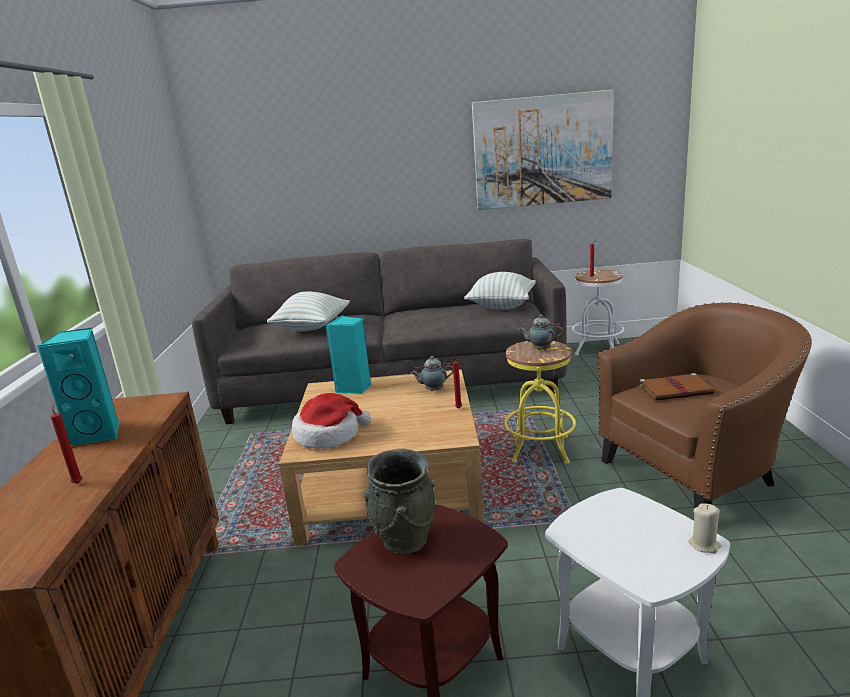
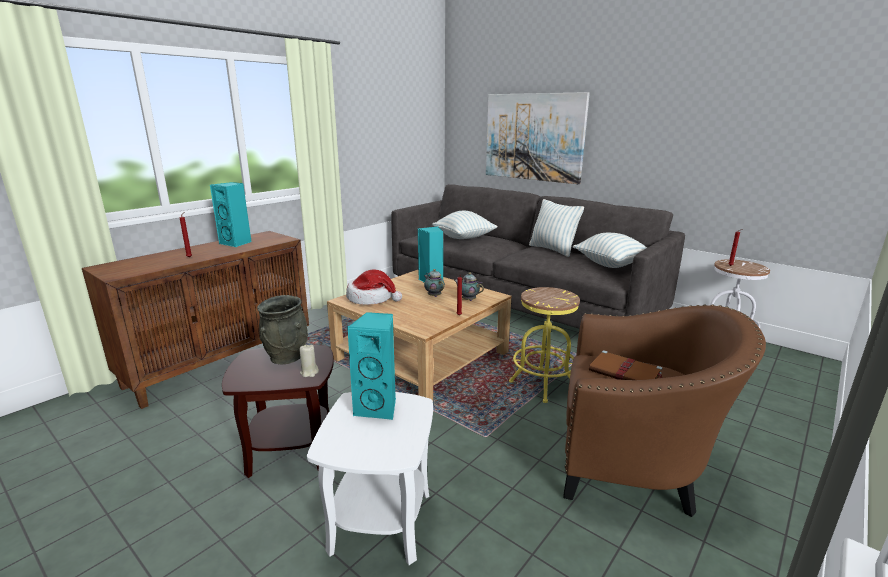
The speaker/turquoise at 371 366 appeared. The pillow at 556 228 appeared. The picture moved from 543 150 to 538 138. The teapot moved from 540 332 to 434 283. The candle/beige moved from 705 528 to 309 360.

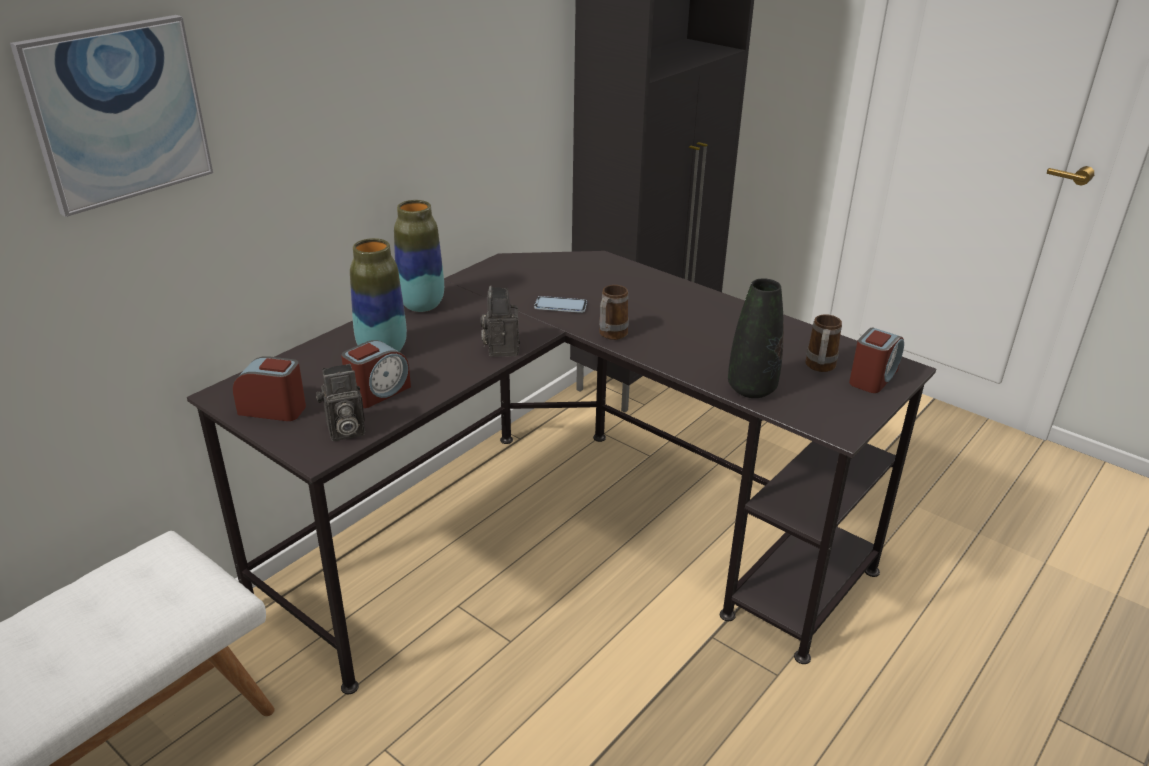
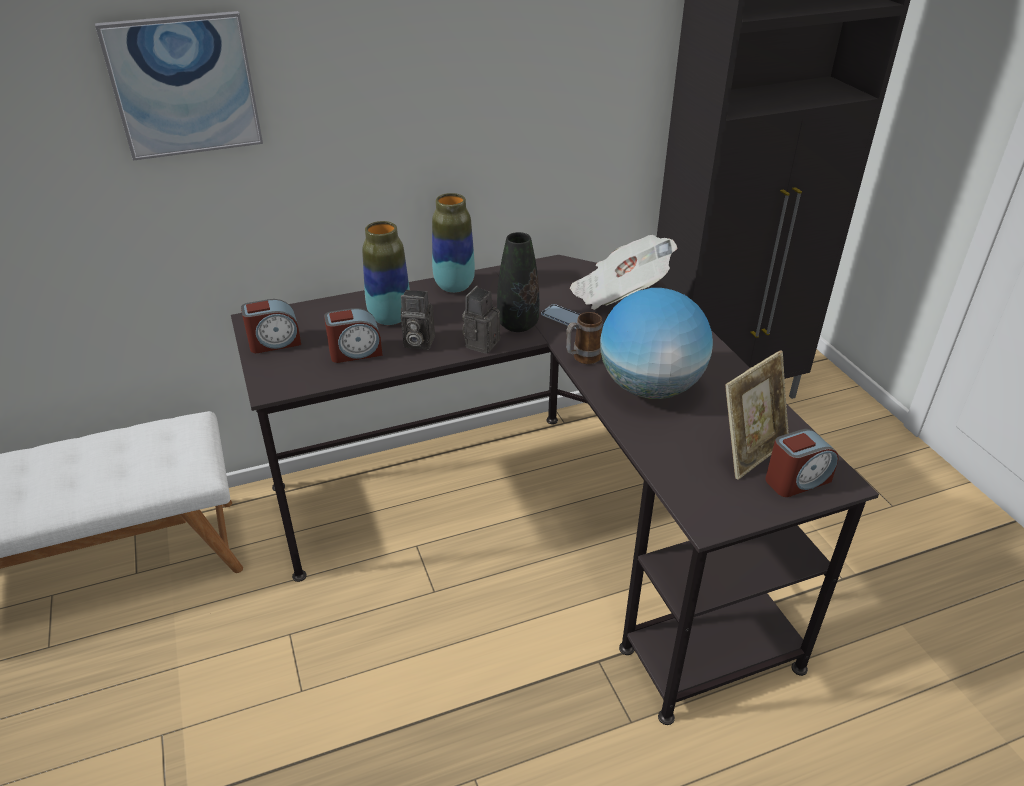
The newspaper at 623 272 appeared. The globe at 656 343 appeared. The photo camera moved from 340 402 to 418 320. The vase/black moved from 756 338 to 518 282. The mug at 823 343 was replaced by the picture frame at 757 415. The alarm clock at 269 388 turned 120 degrees clockwise.

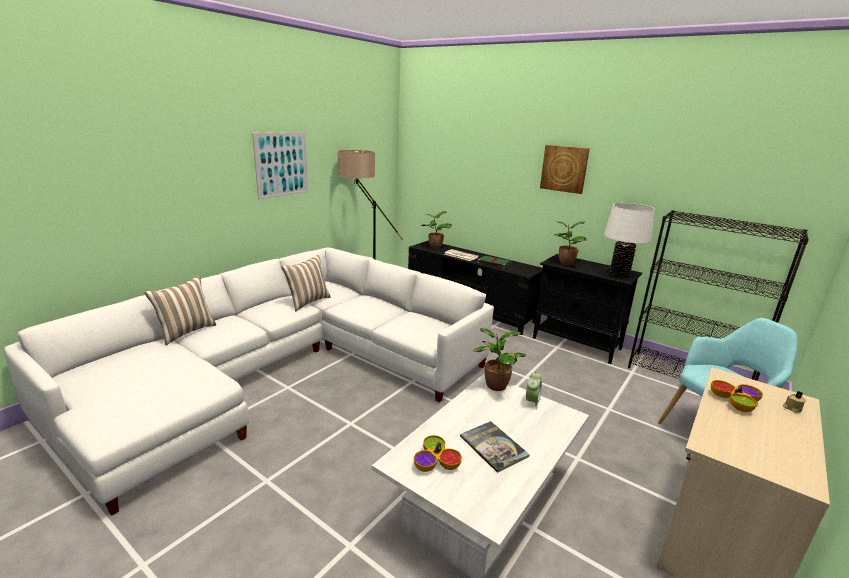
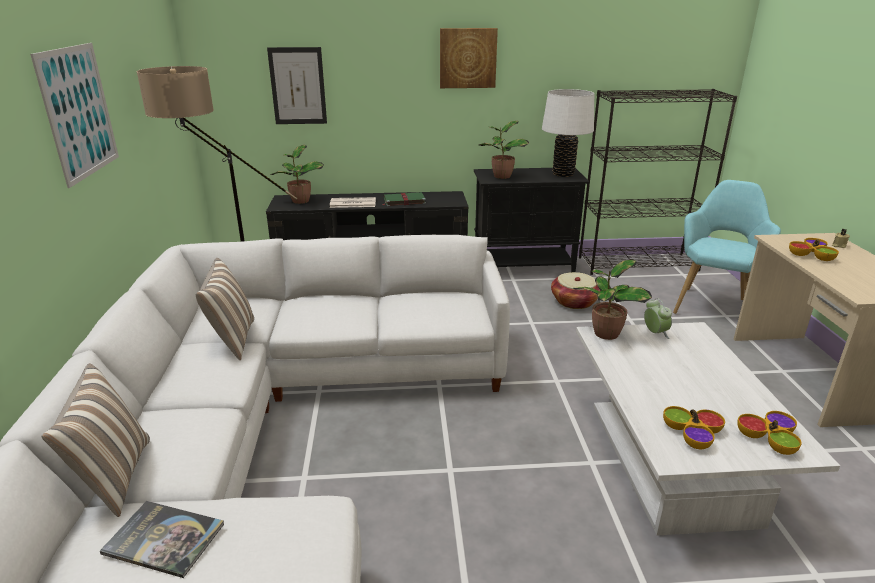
The picture at 297 85 appeared. The basket at 575 290 appeared. The bowl at 769 433 appeared. The book moved from 495 447 to 162 539.

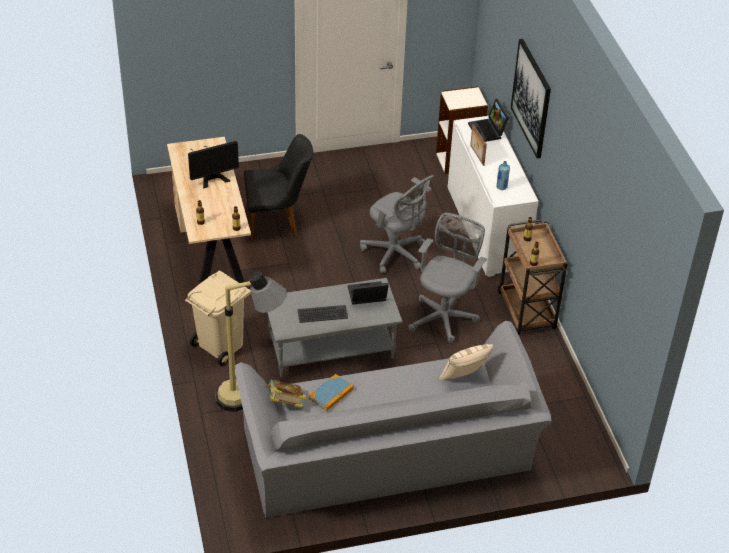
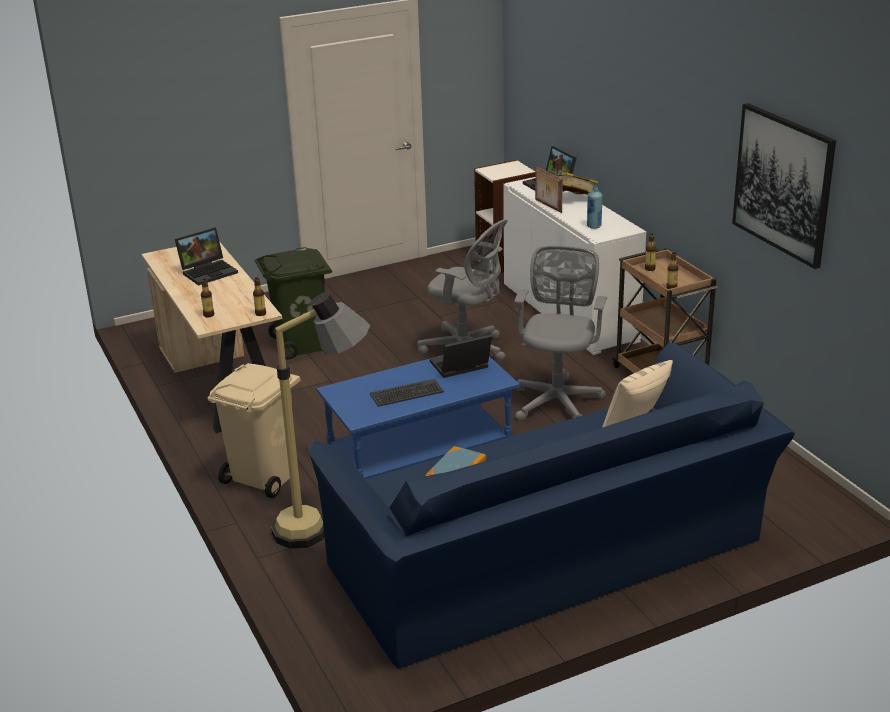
The book moved from 285 393 to 576 183. The picture moved from 531 99 to 784 186. The monitor at 213 164 was replaced by the laptop at 206 257. The chair/black at 278 188 was replaced by the trash can/green at 293 303. The sofa/grey at 393 419 became the sofa/blue at 551 506. The coffee table/grey at 335 327 became the coffee table/blue at 418 417.

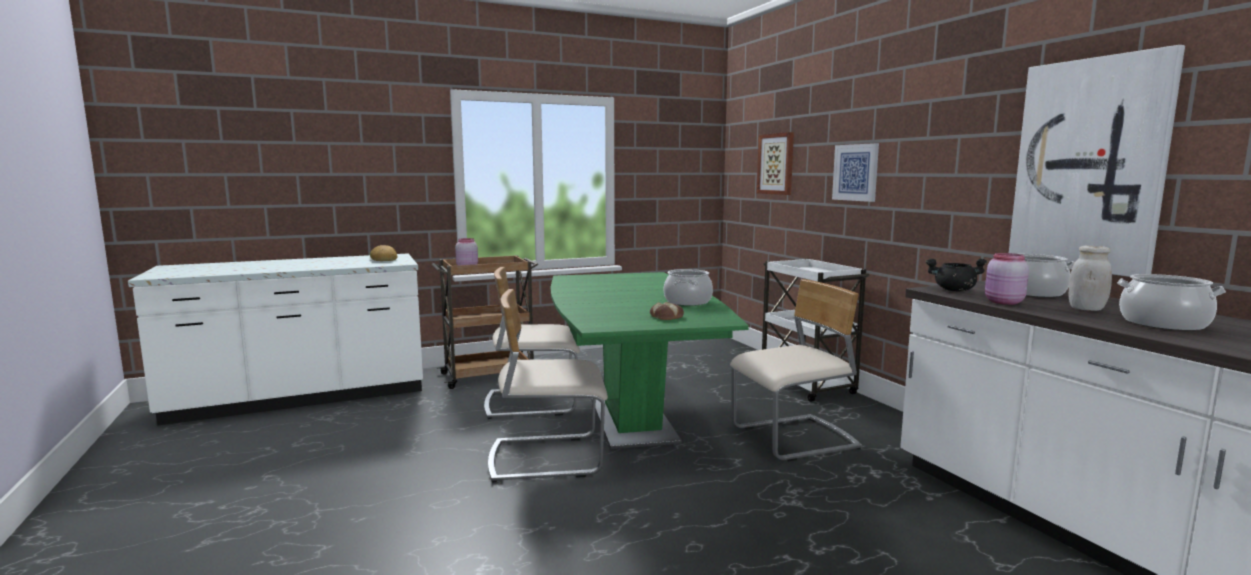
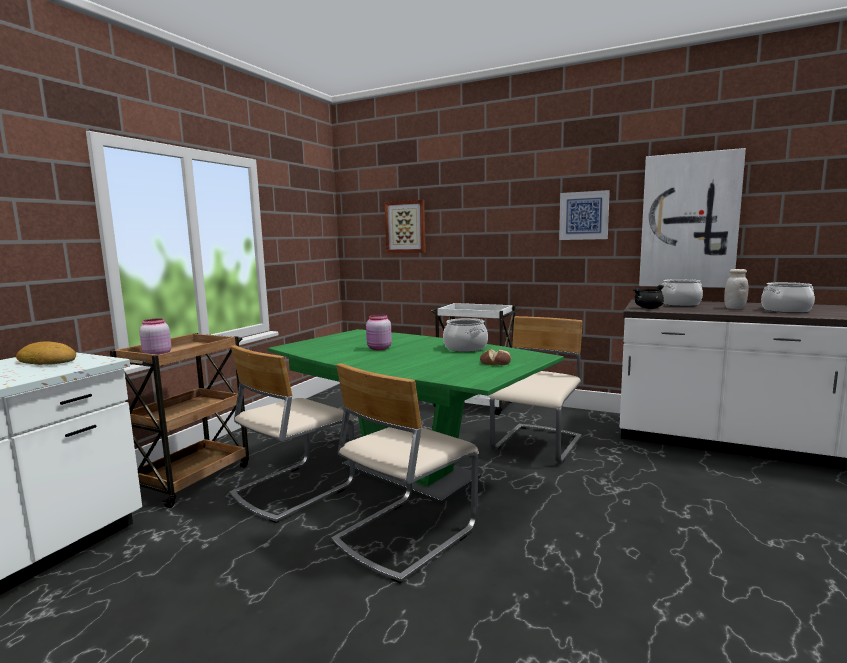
The picture moved from 855 172 to 584 215. The jar/pink moved from 1007 279 to 379 332.

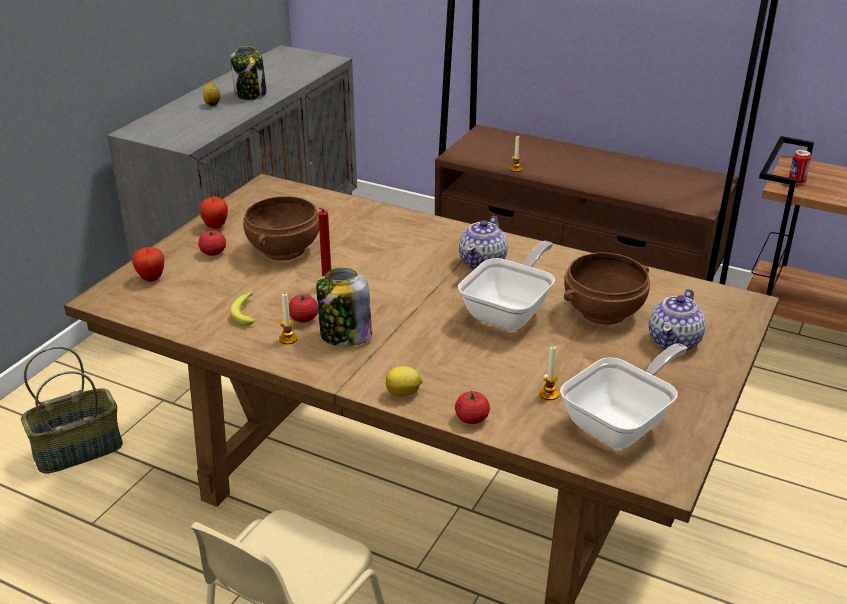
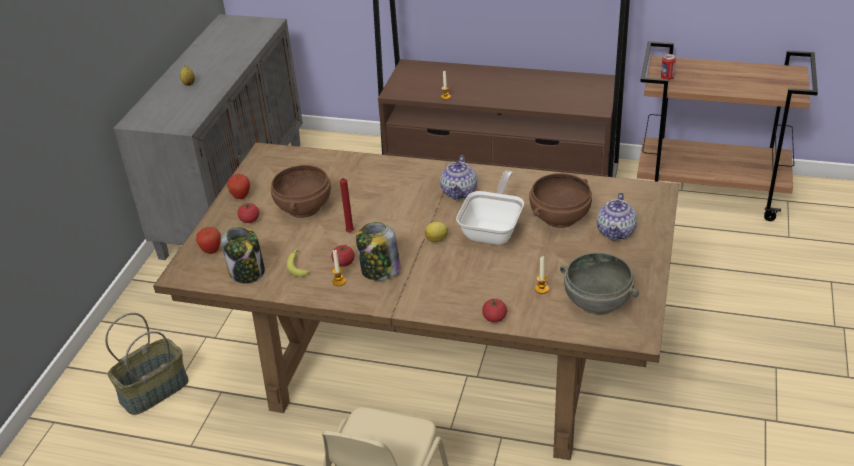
The jar moved from 248 73 to 243 255. The lemon moved from 404 381 to 436 232. The frying pan at 624 395 was replaced by the bowl/grey at 599 284.

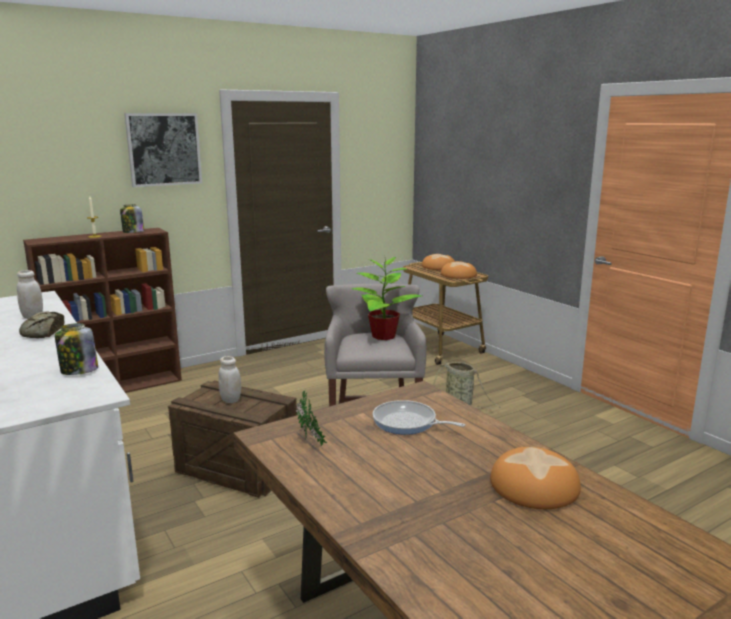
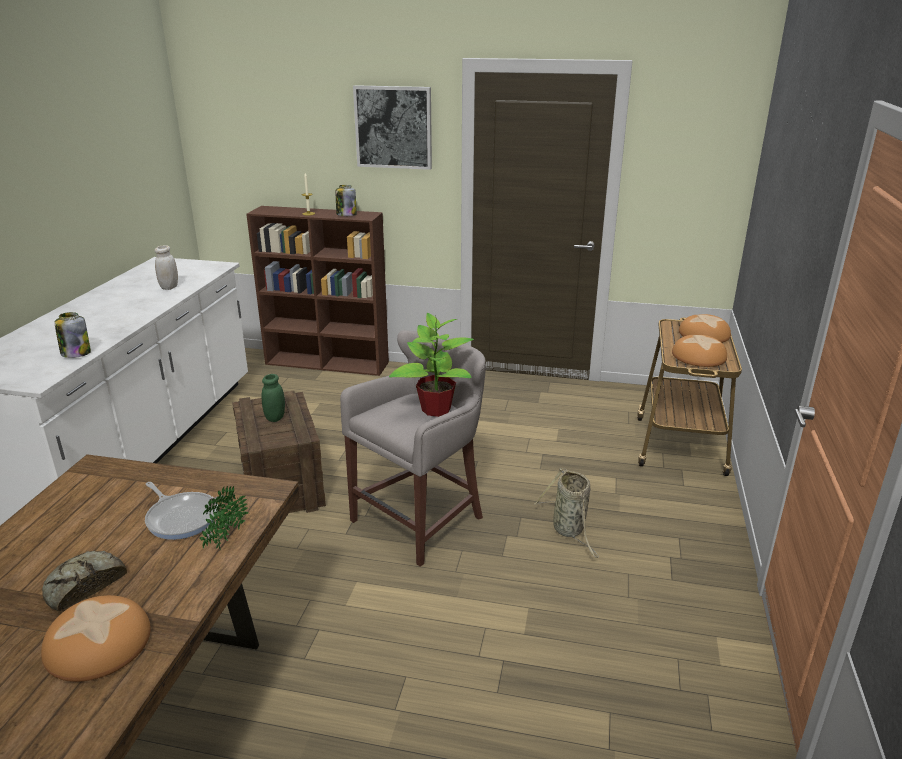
The bread moved from 42 324 to 84 581. The potted plant moved from 312 417 to 223 518. The jar/white at 229 379 became the jar/green at 273 398. The frying pan at 419 417 turned 150 degrees clockwise.

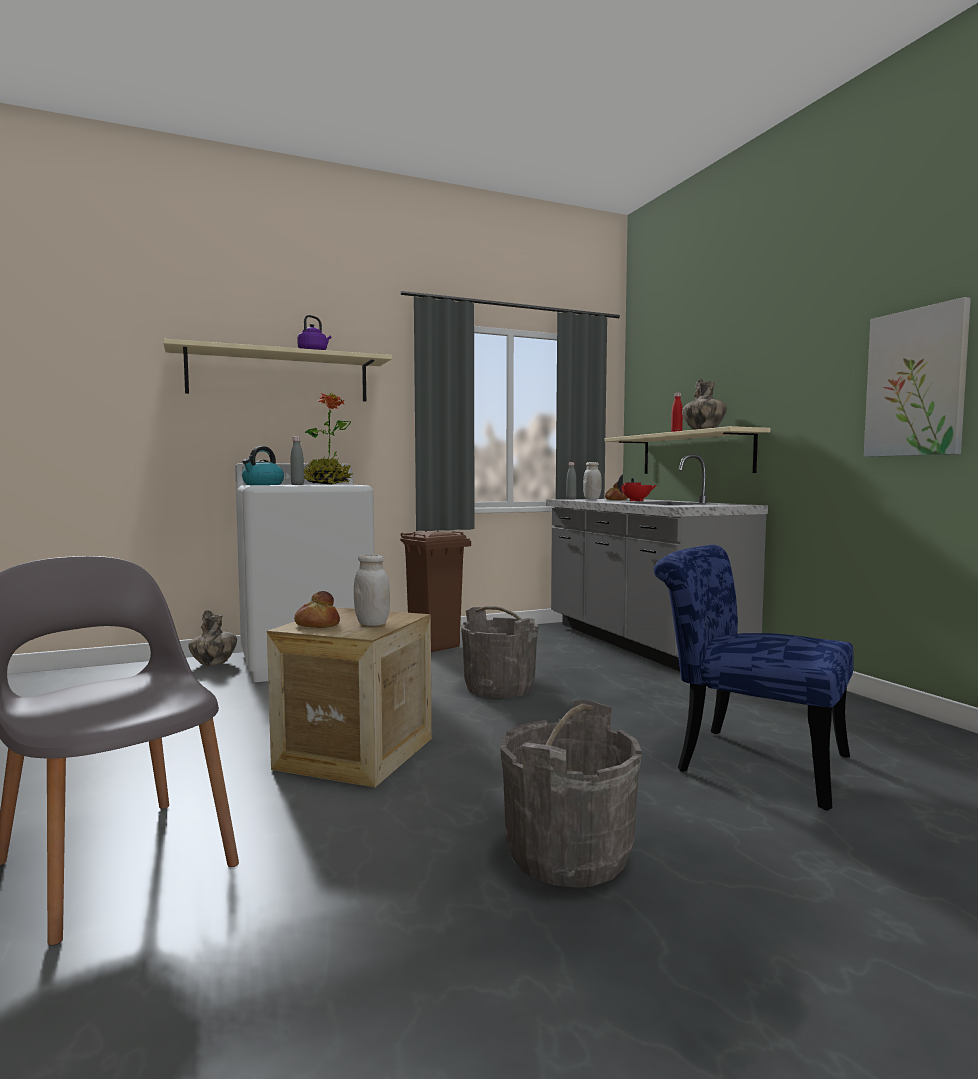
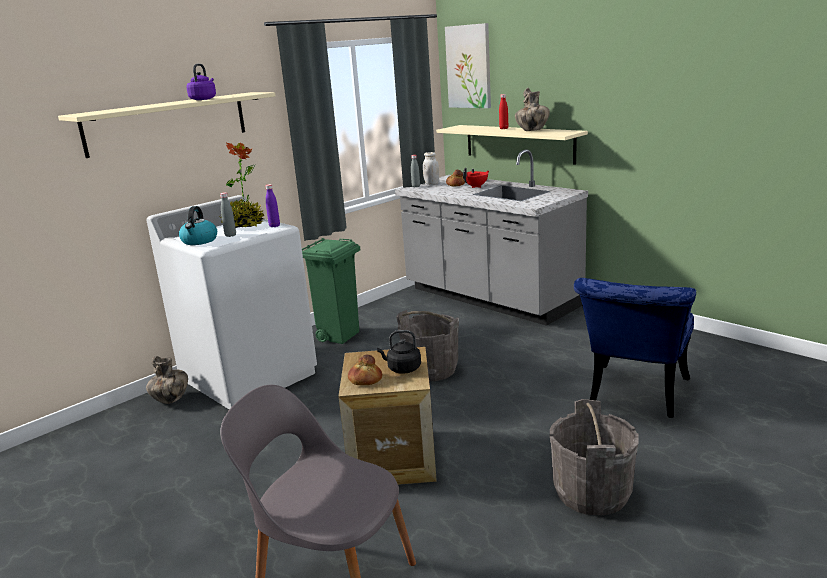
The bottle/purple at 272 205 appeared. The picture moved from 917 377 to 468 65. The jar/white at 372 590 was replaced by the kettle/black at 399 352. The trash can/brown at 435 591 became the trash can/green at 331 291. The chair/blue at 753 678 turned 75 degrees counterclockwise.

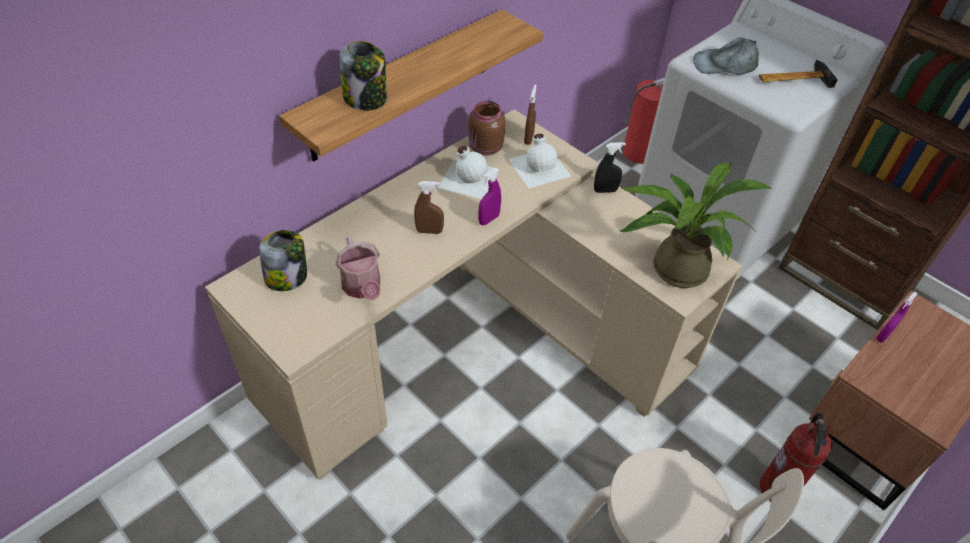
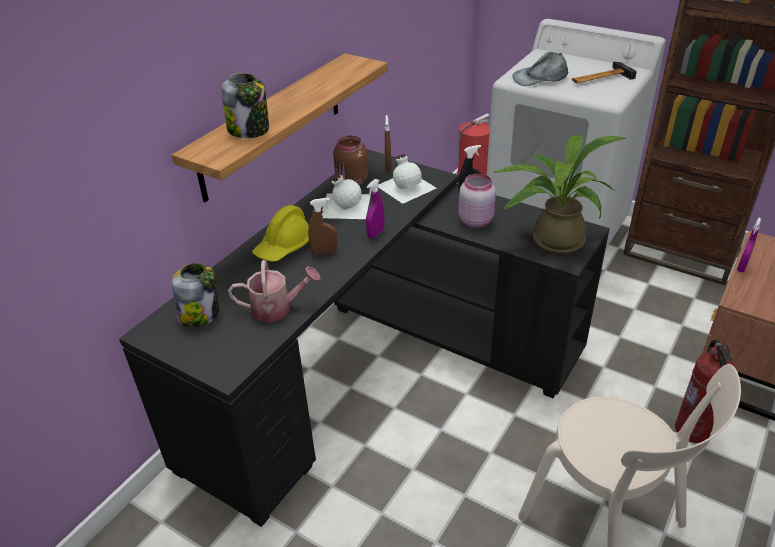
The hard hat/yellow at 280 233 appeared. The jar/pink at 477 200 appeared. The desk/beige at 474 294 became the desk/black at 364 338. The watering can at 358 268 turned 60 degrees counterclockwise.

